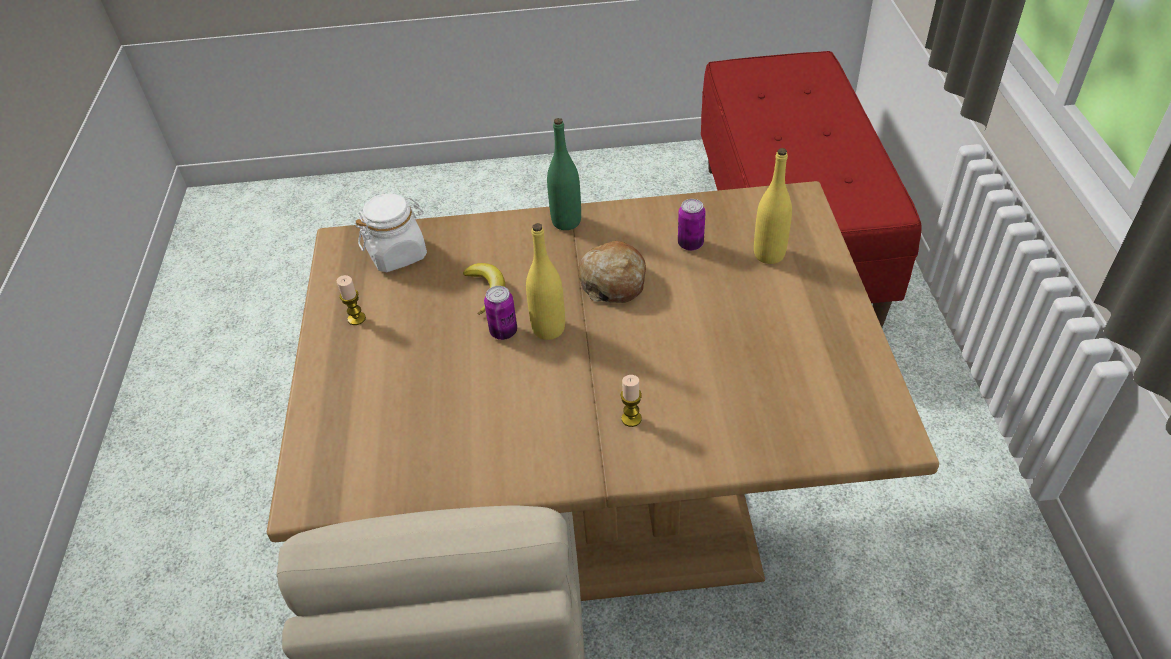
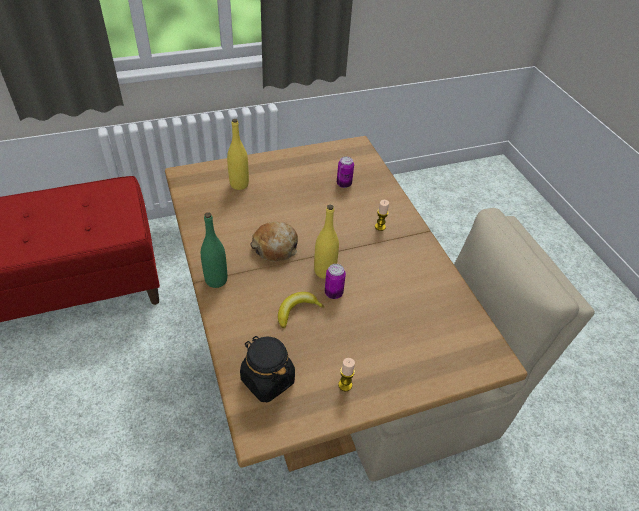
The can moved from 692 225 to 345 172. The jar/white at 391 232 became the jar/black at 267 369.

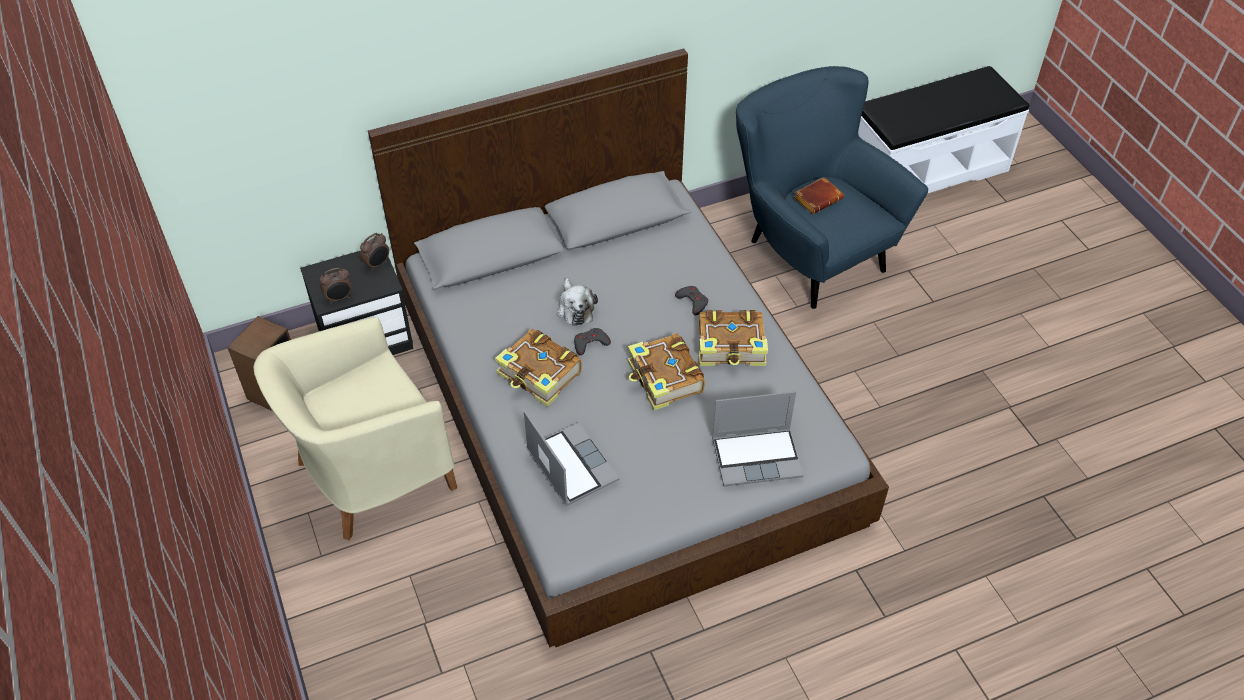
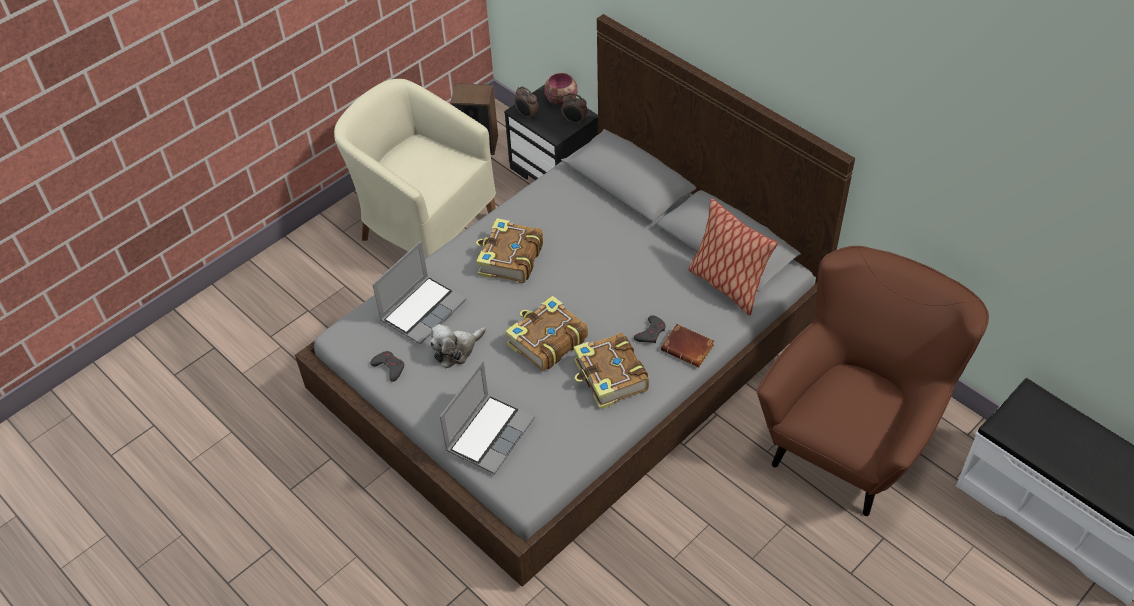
The bowl at 561 89 appeared. The pillow at 733 257 appeared. The plush toy moved from 577 302 to 458 346. The game controller/grey moved from 592 341 to 387 366. The book/brown moved from 819 195 to 687 345. The armchair/blue at 832 187 became the armchair/brown at 872 381. The laptop at 757 438 turned 120 degrees counterclockwise.

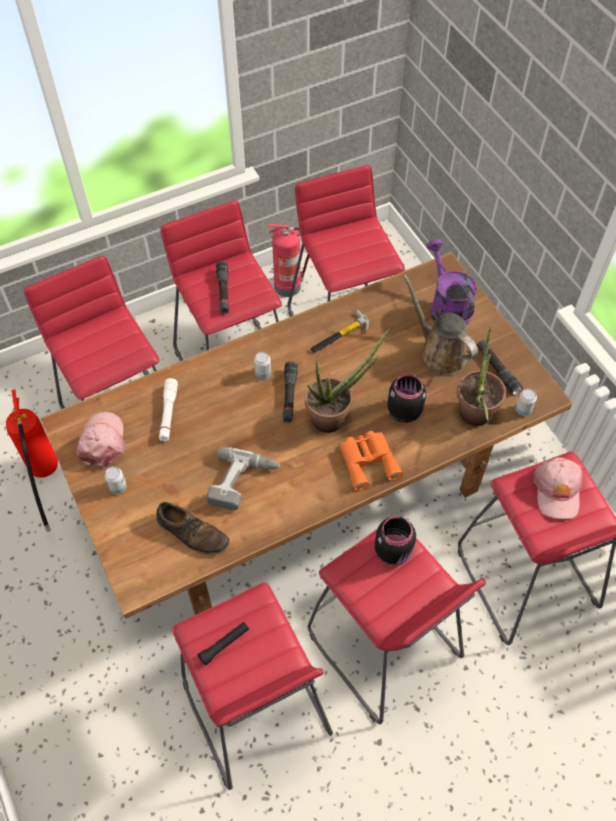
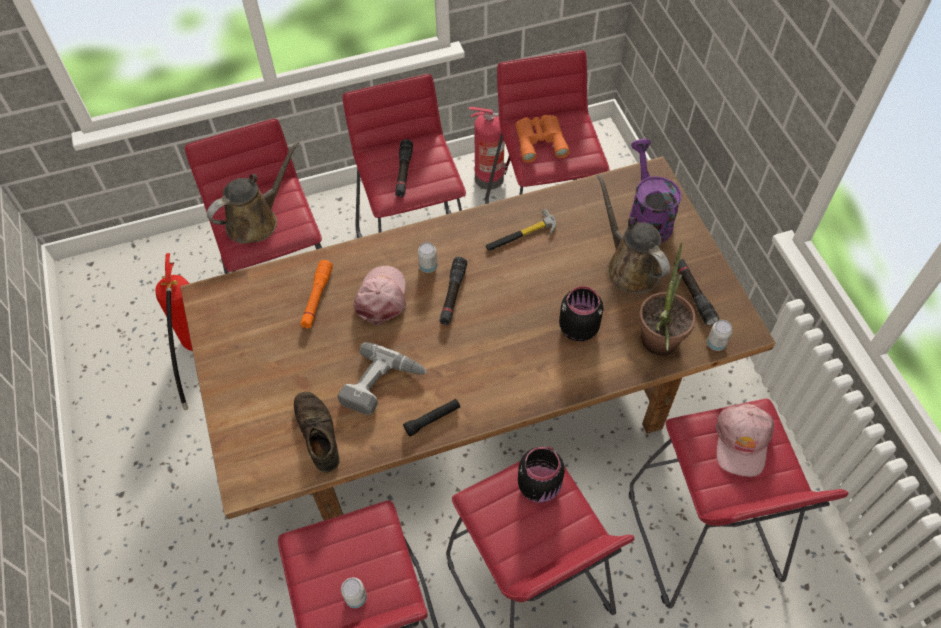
The potted plant at 347 380 disappeared. The watering can/brown at 253 192 appeared. The cap/pink moved from 101 440 to 380 295. The can moved from 115 480 to 354 592. The flashlight/black moved from 223 644 to 431 418. The binoculars/orange moved from 371 461 to 542 139. The flashlight/white at 168 410 became the flashlight/orange at 316 294. The shoe/brown at 193 528 turned 150 degrees counterclockwise.

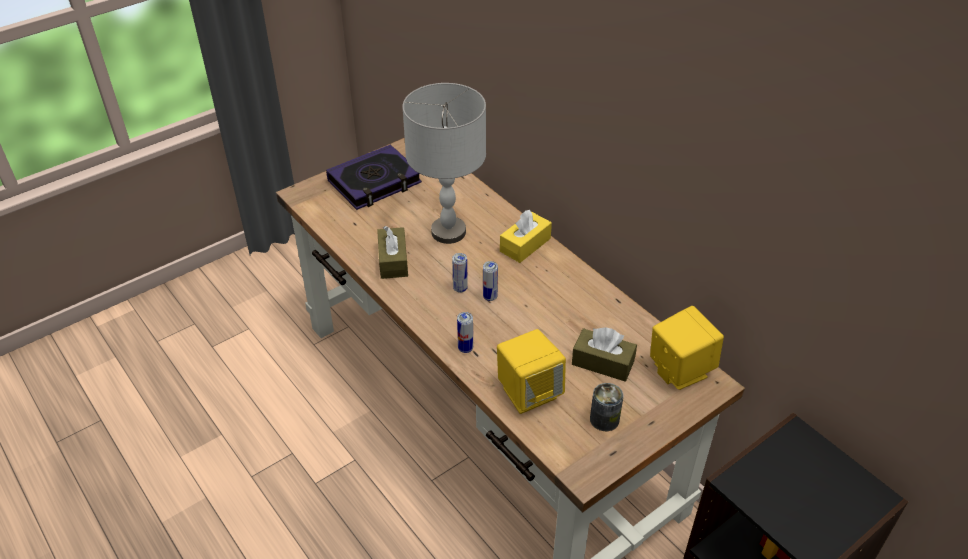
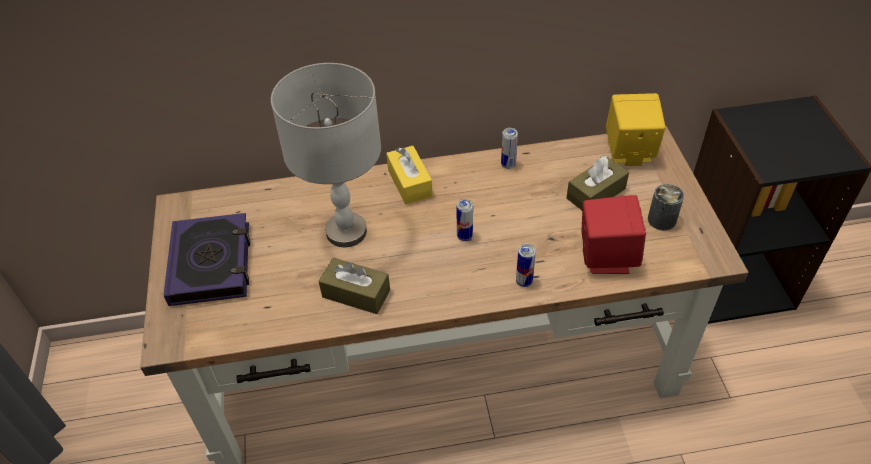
The can moved from 460 273 to 509 148. The speaker/yellow at 531 371 became the speaker/red at 613 234.

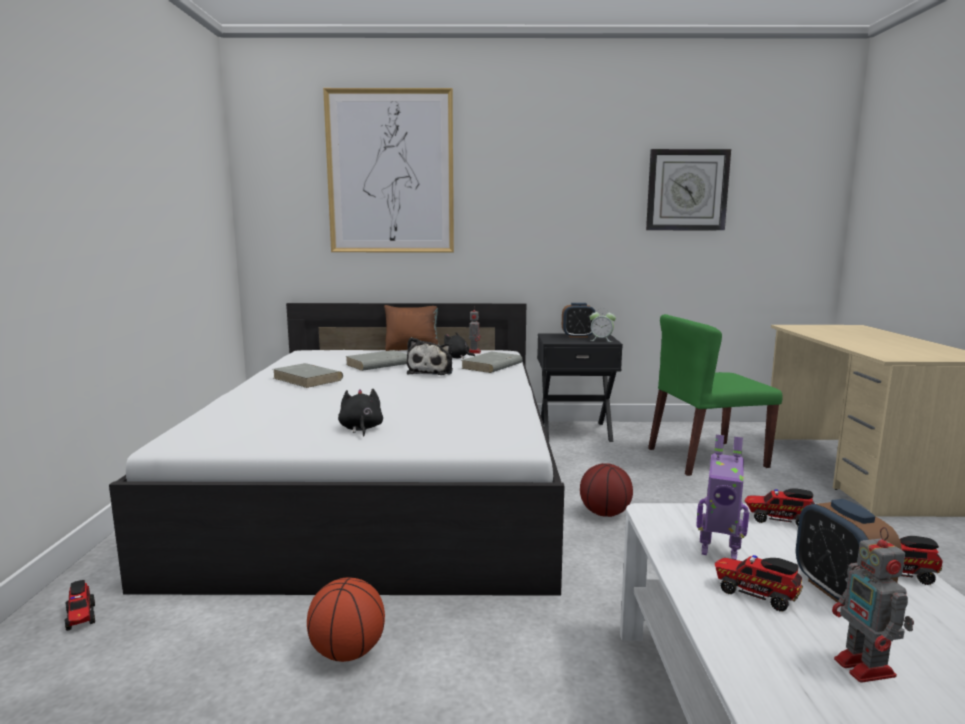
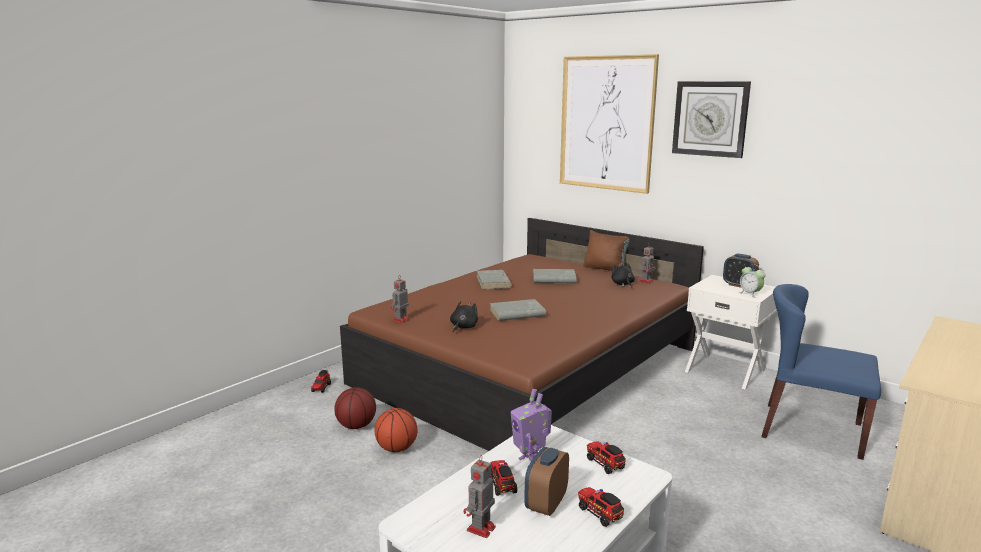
The plush toy at 430 356 disappeared. The toy robot at 400 299 appeared. The book/grey moved from 492 362 to 518 310. The basketball moved from 606 490 to 355 408. The wall clock moved from 688 189 to 711 119. The bed/white at 336 449 became the bed/brown at 522 334. The nightstand/black at 580 387 became the nightstand/white at 731 332. The chair/green at 715 395 became the chair/blue at 821 372.

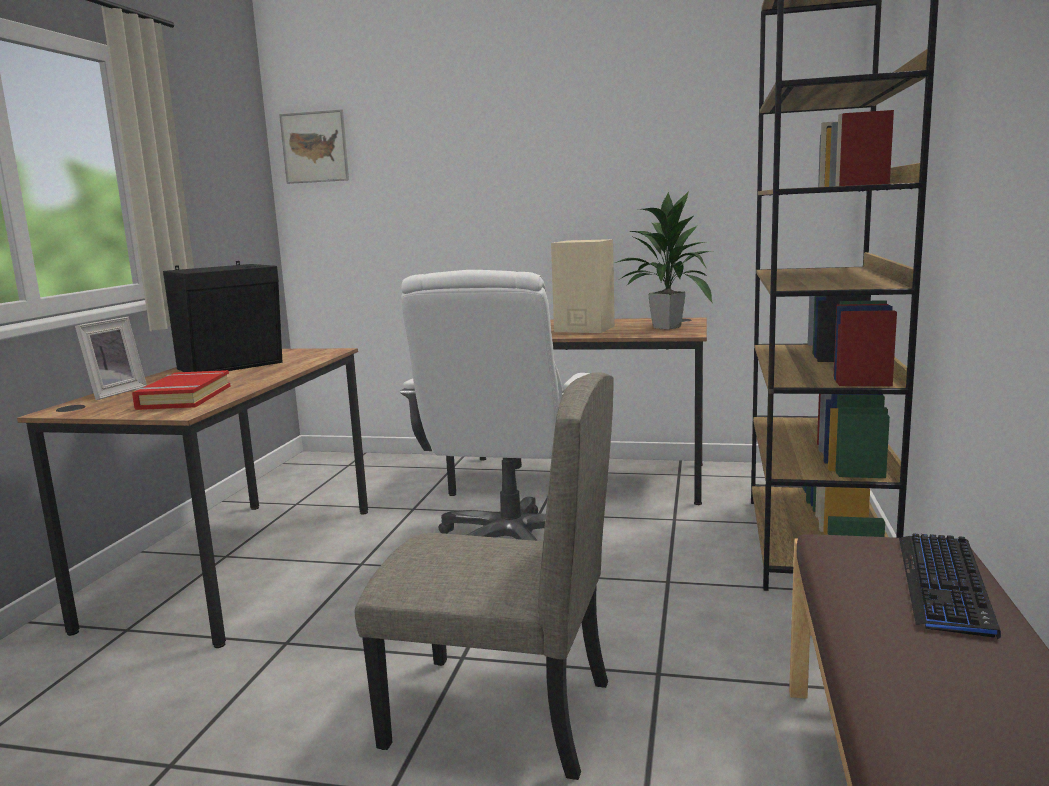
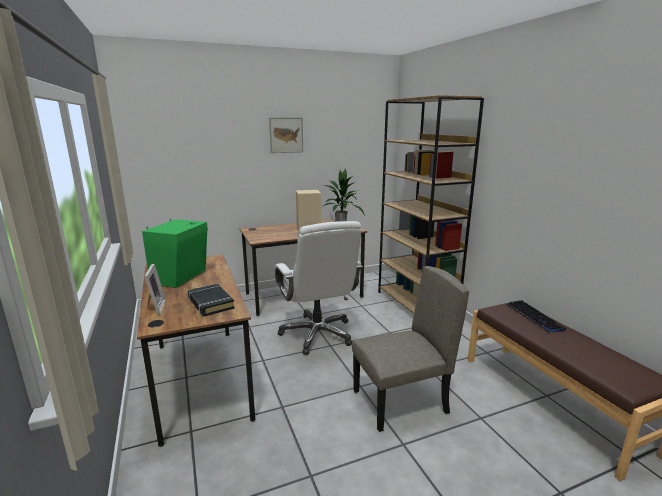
The picture moved from 314 146 to 286 135. The book/red at 181 390 became the book/black at 211 300. The speaker/black at 222 316 became the speaker/green at 175 253.

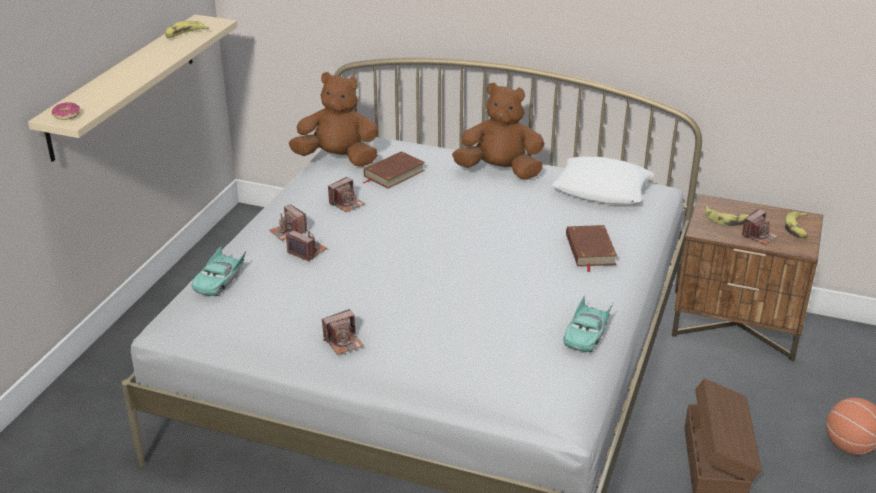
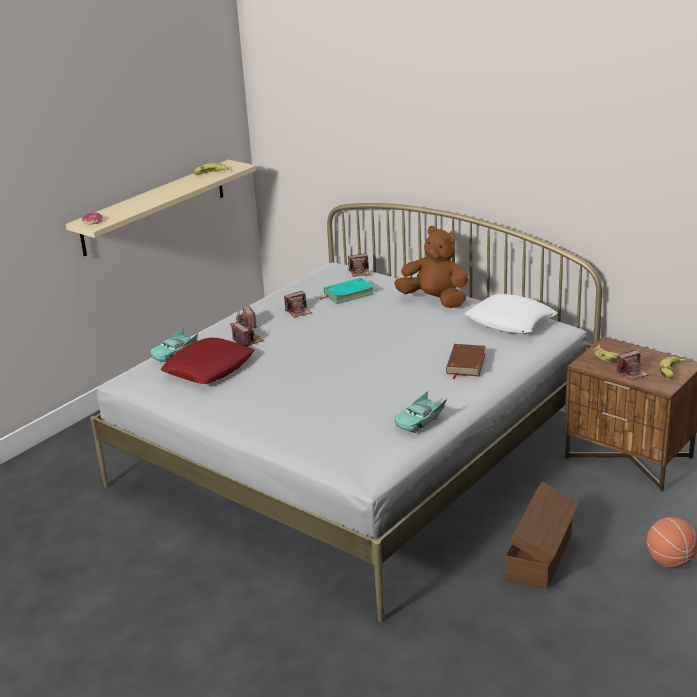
The plush toy/brown at 333 119 disappeared. The pillow/red at 207 361 appeared. The photo camera moved from 343 332 to 359 265. The book/brown at 393 169 became the book/turquoise at 347 291.

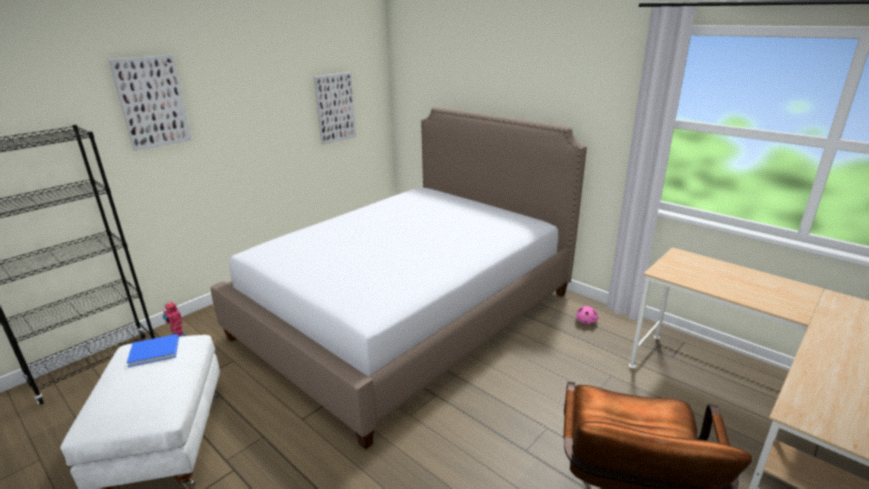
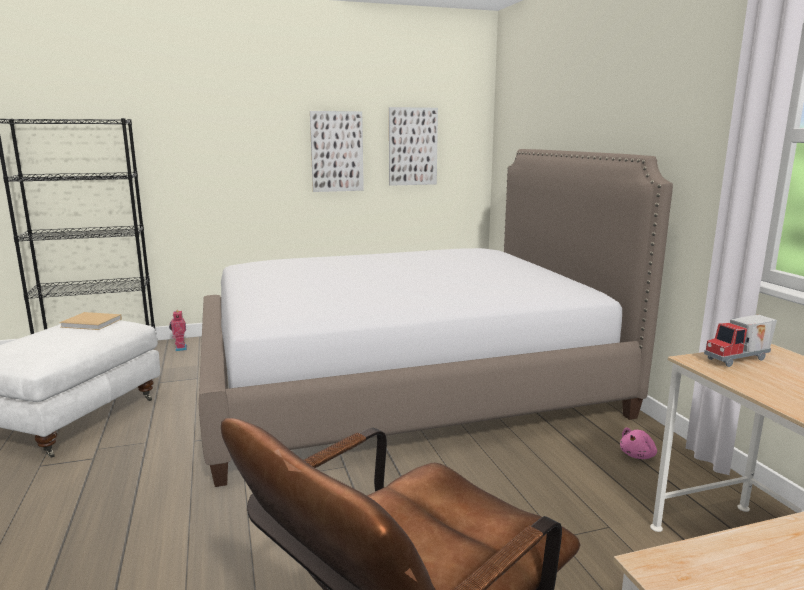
The toy truck at 740 341 appeared. The picture moved from 150 103 to 337 151. The book/blue at 153 350 became the book/beige at 90 321.

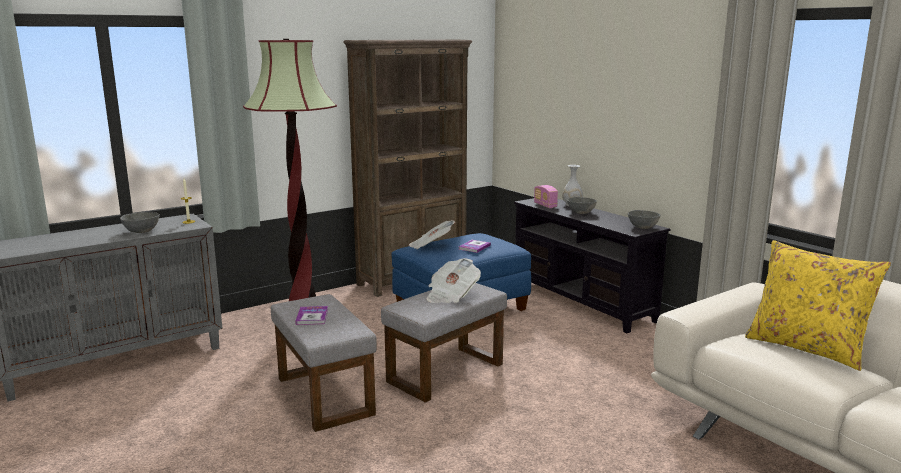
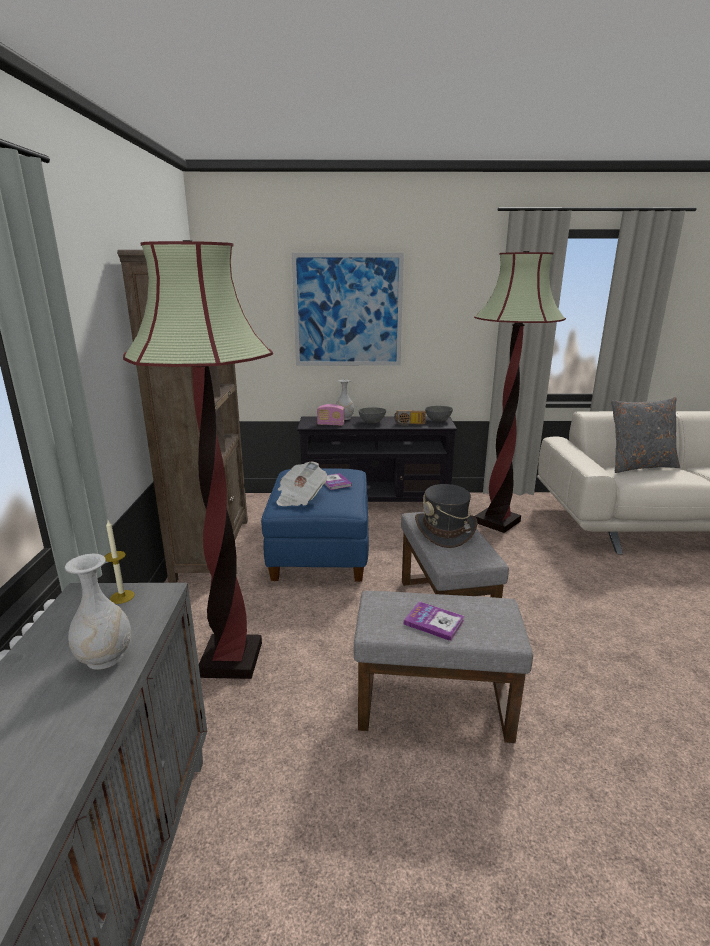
The picture at 348 309 appeared. The radio at 410 418 appeared. The floor lamp at 520 392 appeared. The bowl/grey at 140 222 was replaced by the vase/white at 98 611. The newspaper at 454 280 was replaced by the hat/grey at 446 516. The pillow/yellow at 818 305 became the pillow/grey at 645 435.

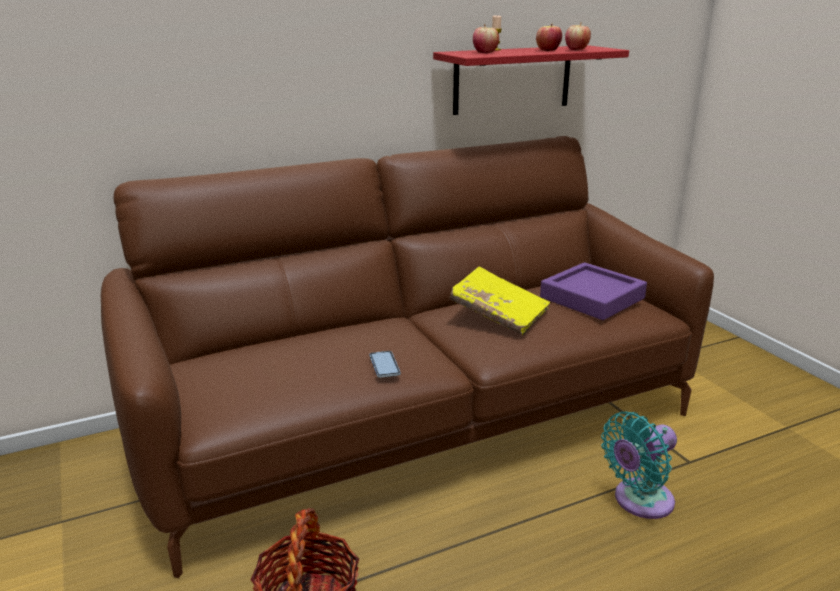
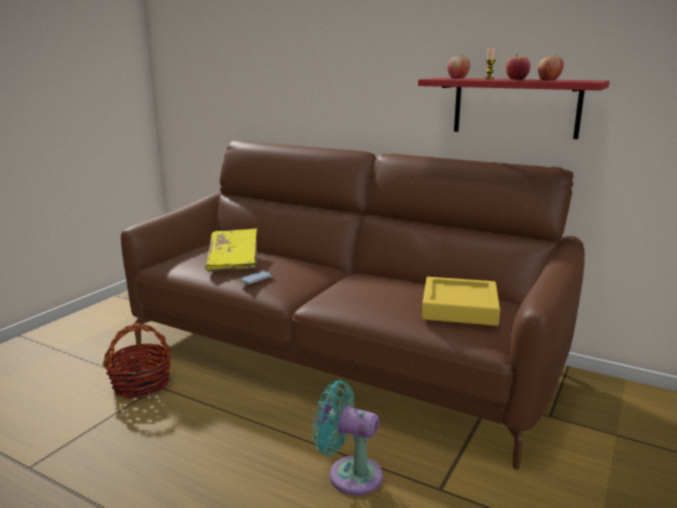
The book/yellow moved from 499 301 to 231 250. The tray/purple at 593 291 became the tray/yellow at 461 301.

